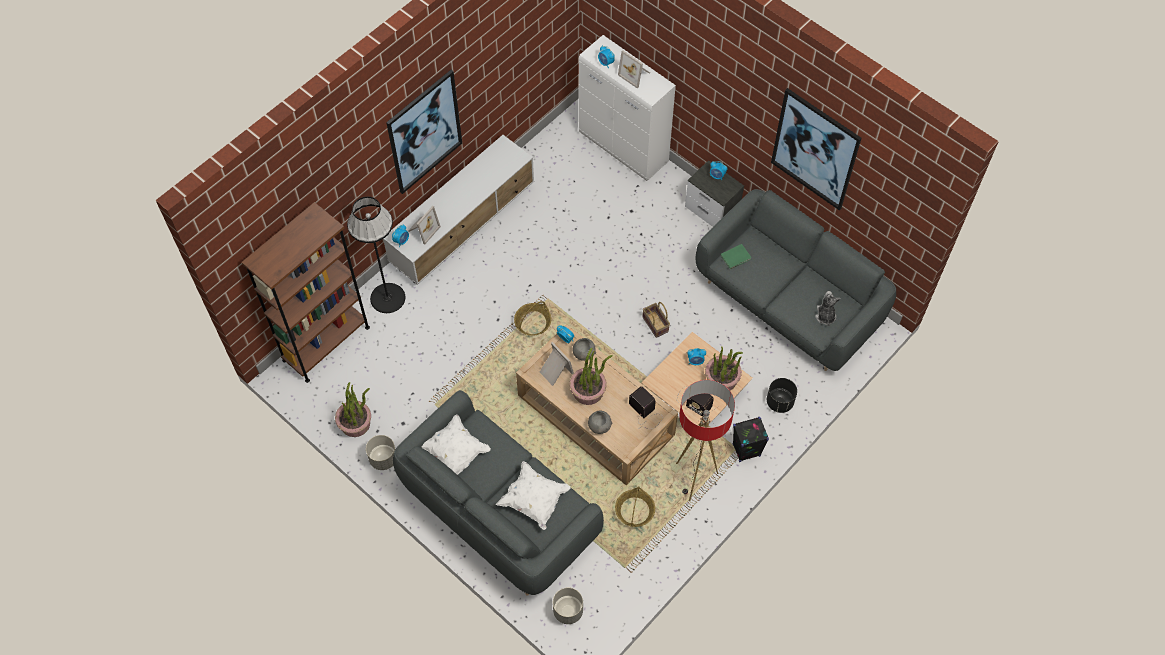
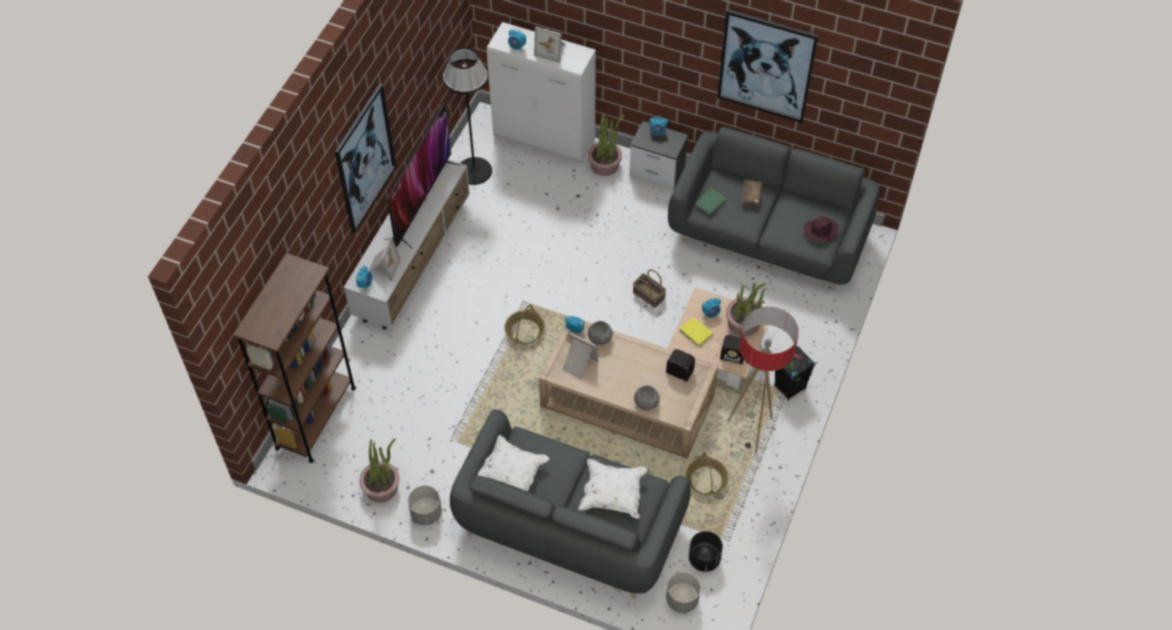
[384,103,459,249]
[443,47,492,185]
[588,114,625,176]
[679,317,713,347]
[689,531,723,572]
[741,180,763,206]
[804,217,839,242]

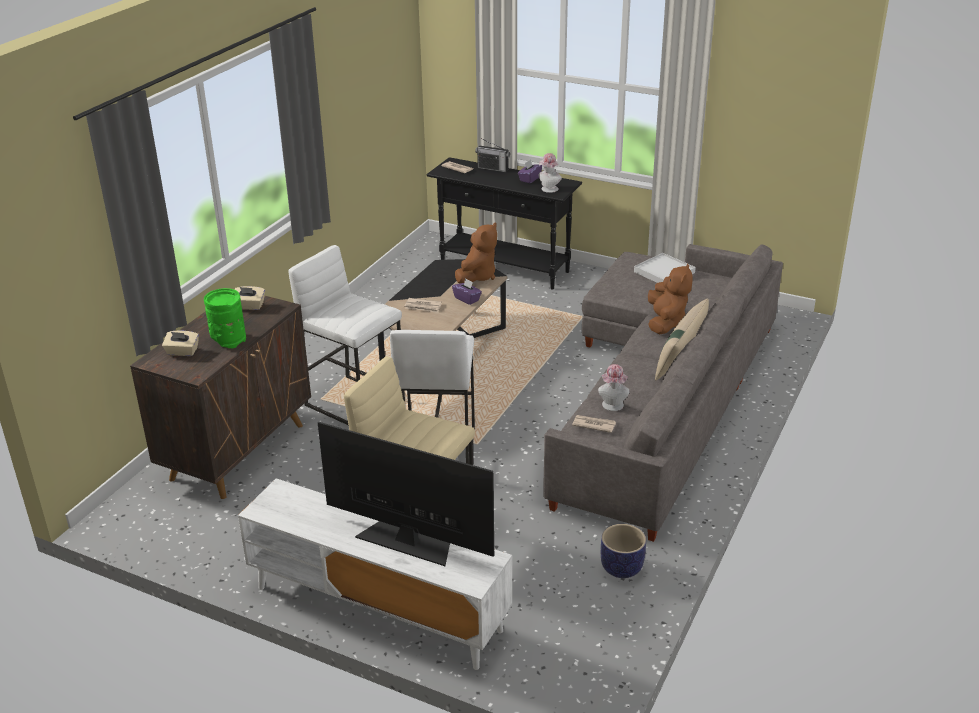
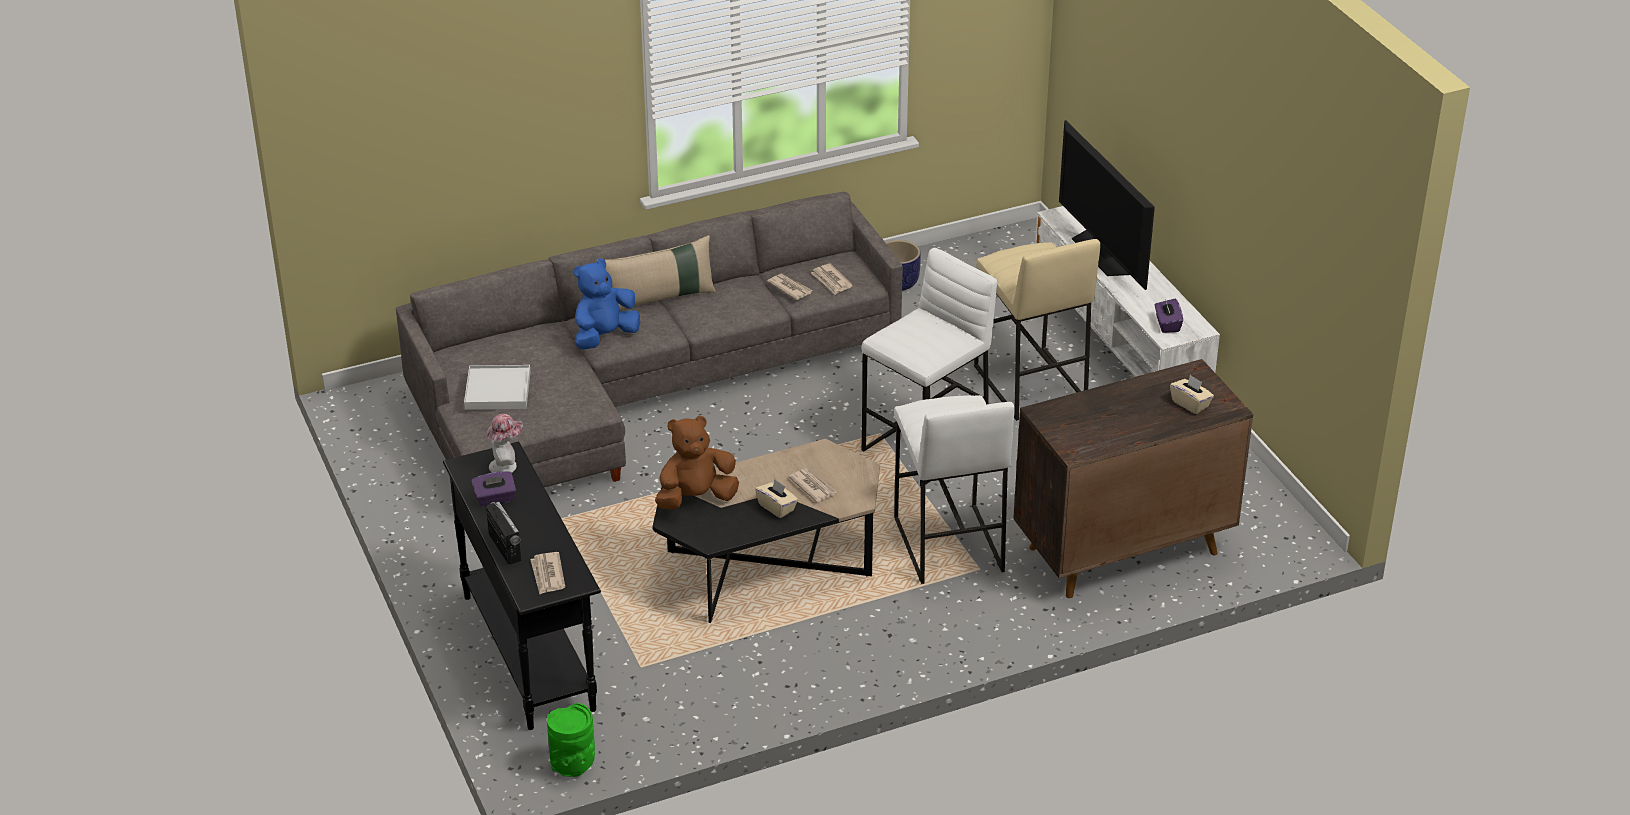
[547,703,595,777]
[574,259,640,350]
[755,479,798,518]
[767,274,813,300]
[1155,299,1183,333]

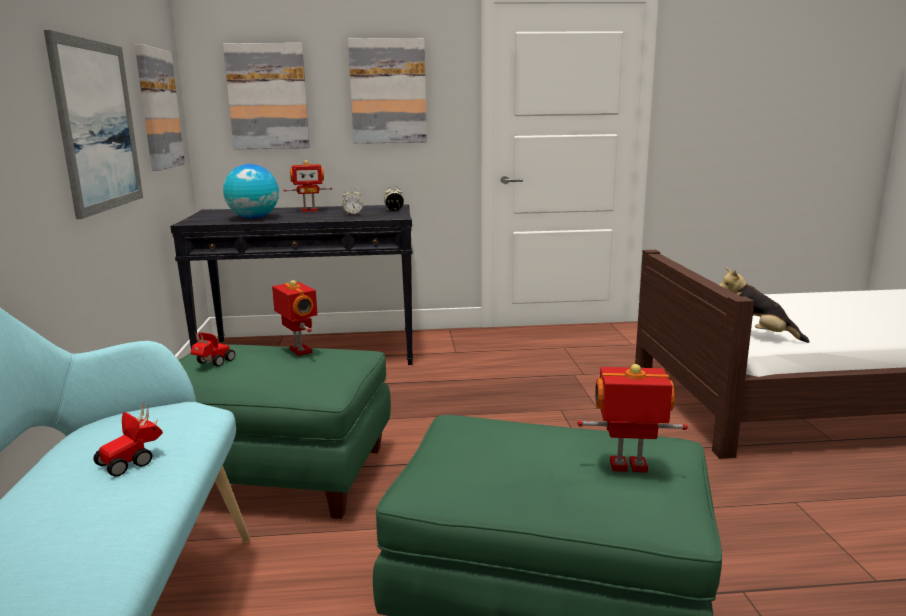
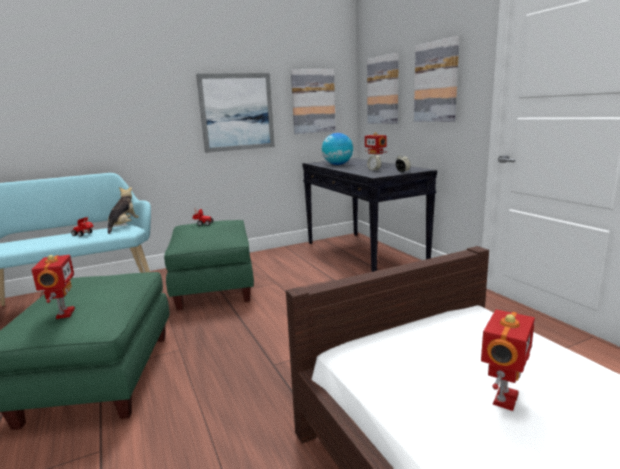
[108,187,139,234]
[481,309,535,411]

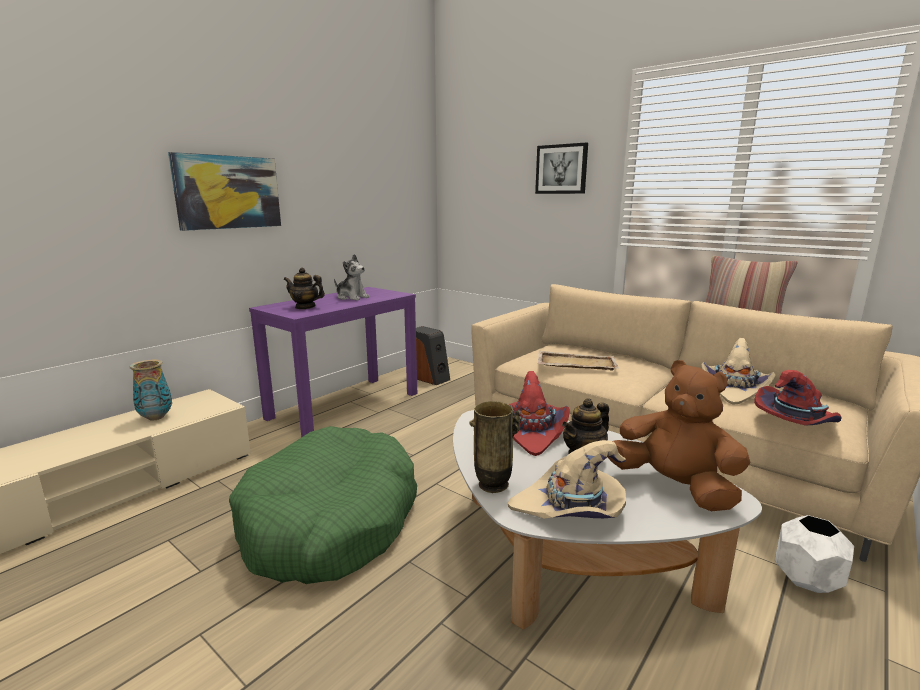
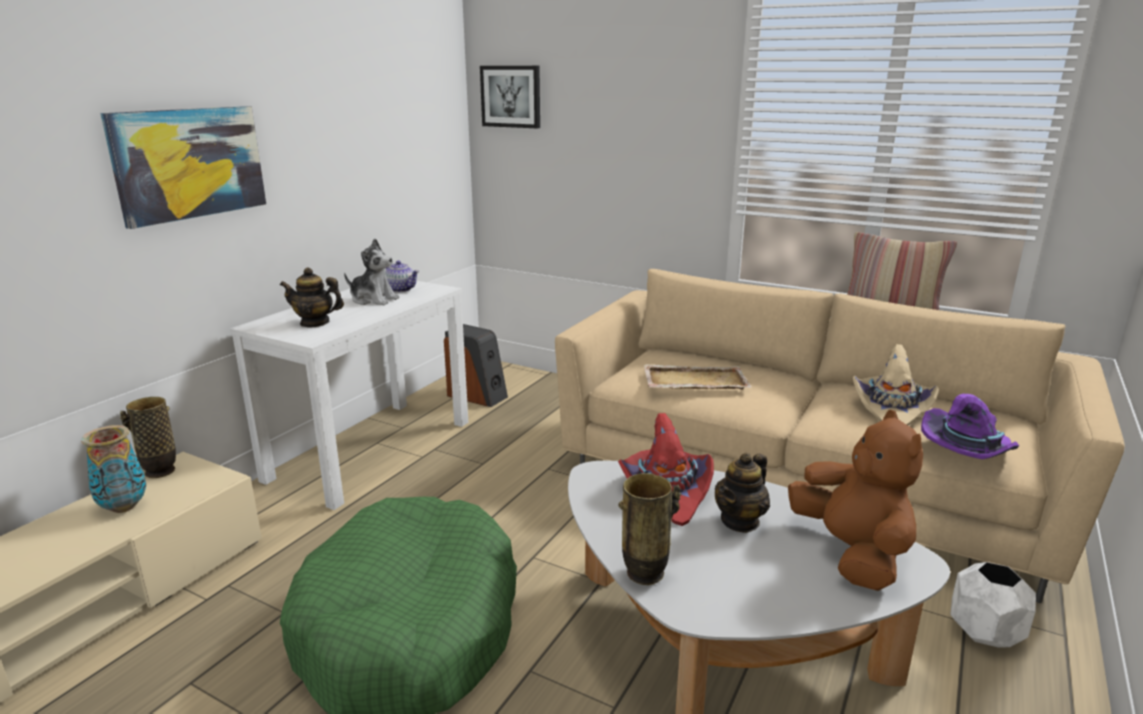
[120,397,176,478]
[230,281,468,510]
[385,261,419,292]
[480,66,540,129]
[788,410,923,591]
[921,394,1019,459]
[508,440,626,519] (first image)

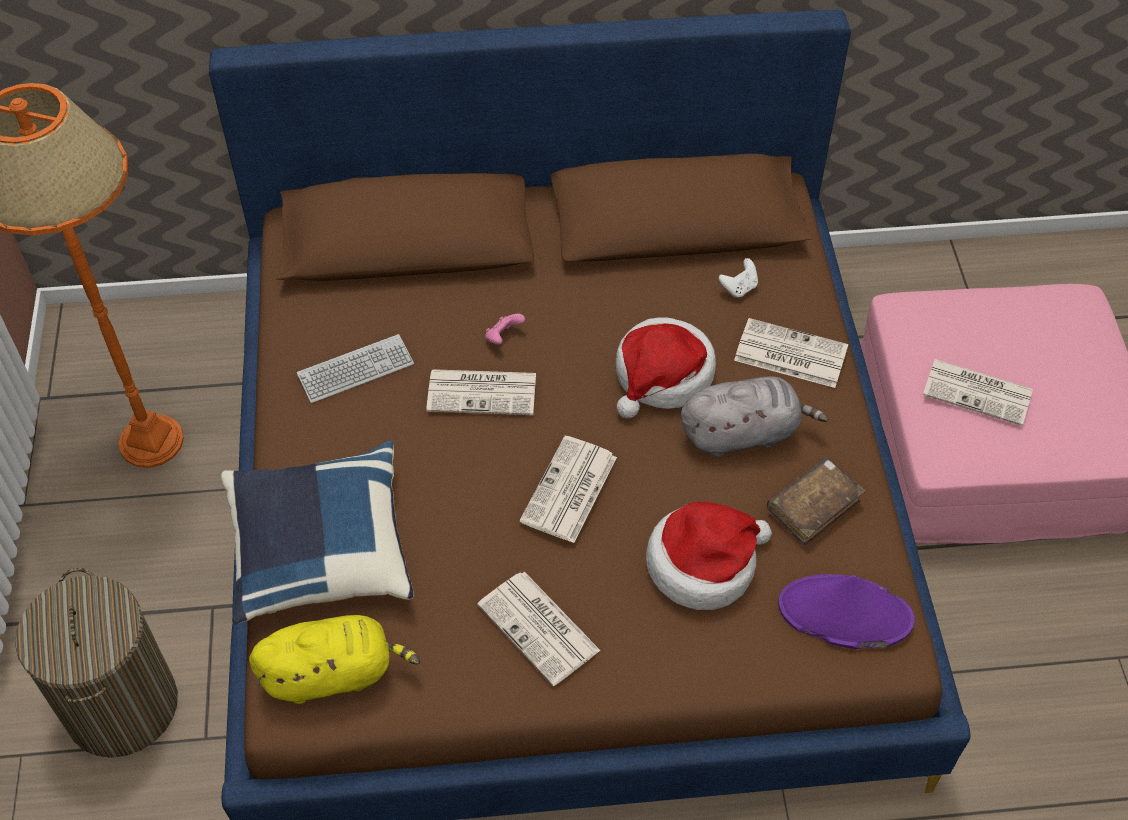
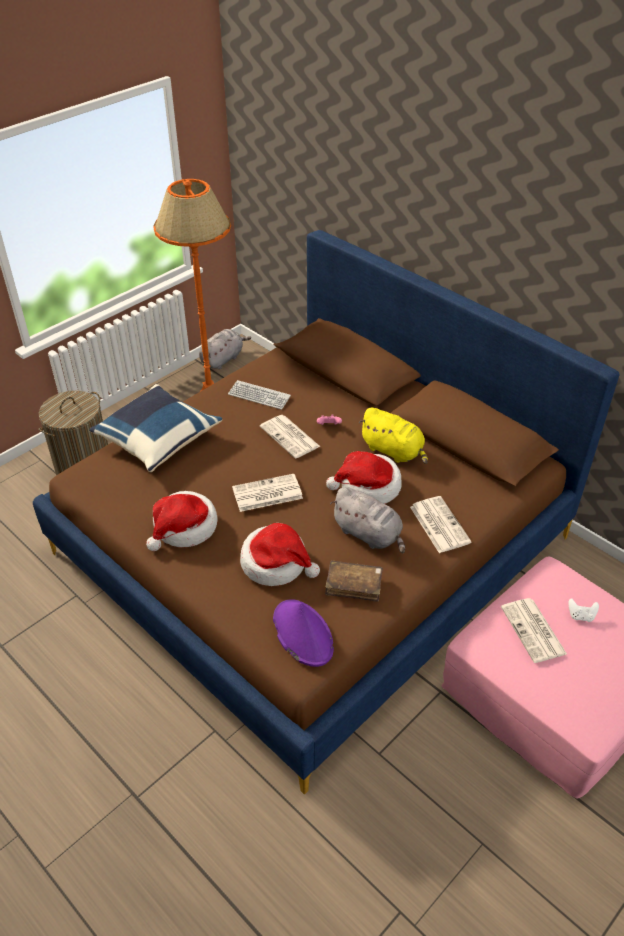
[146,491,218,551]
[199,329,251,369]
[358,407,428,464]
[568,598,599,622]

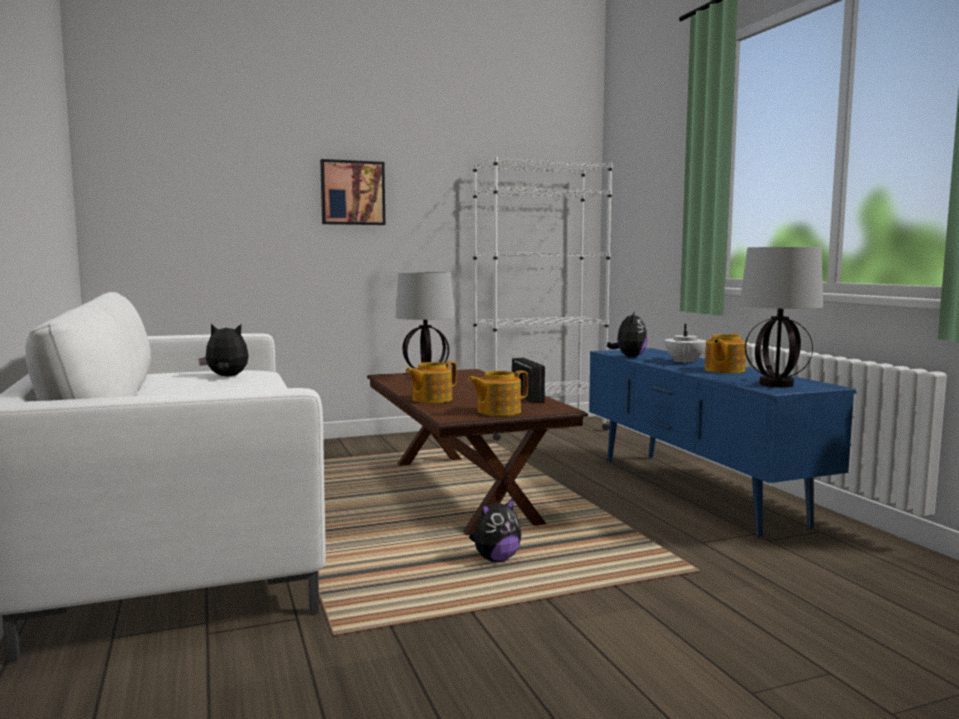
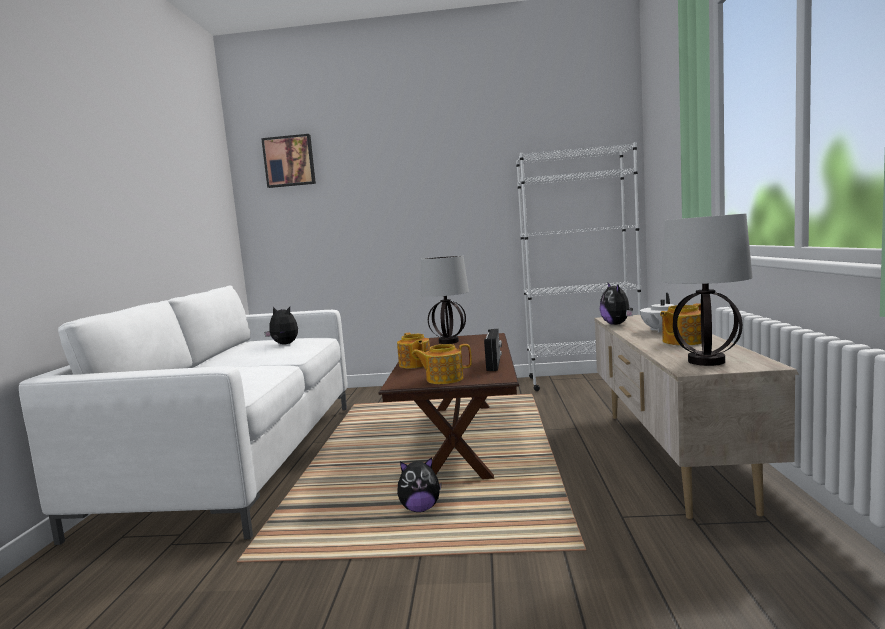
[261,134,316,188]
[397,333,430,369]
[594,315,799,519]
[600,282,633,325]

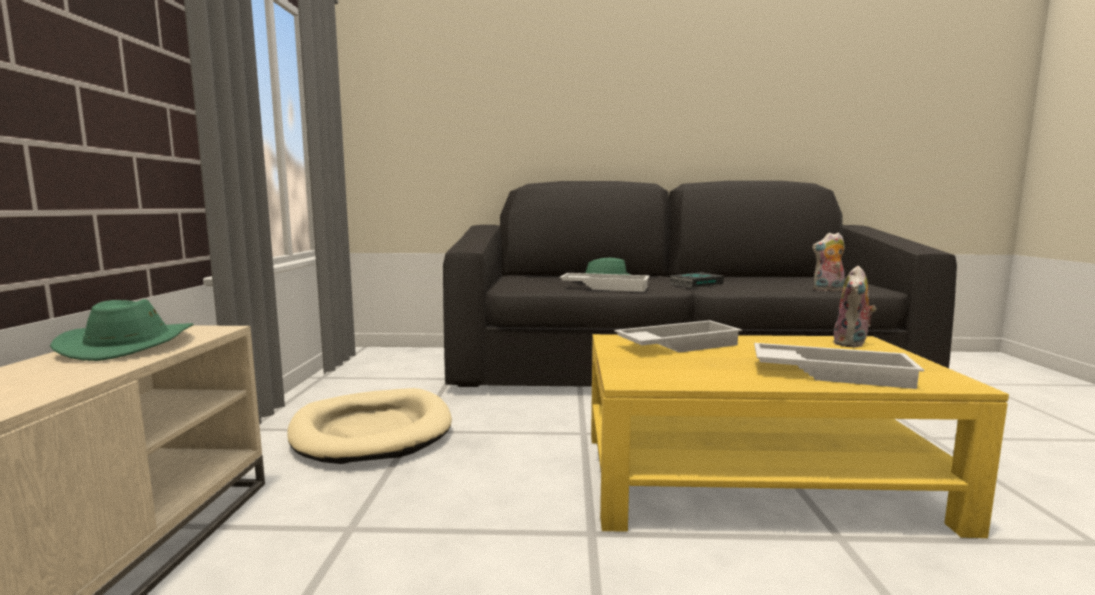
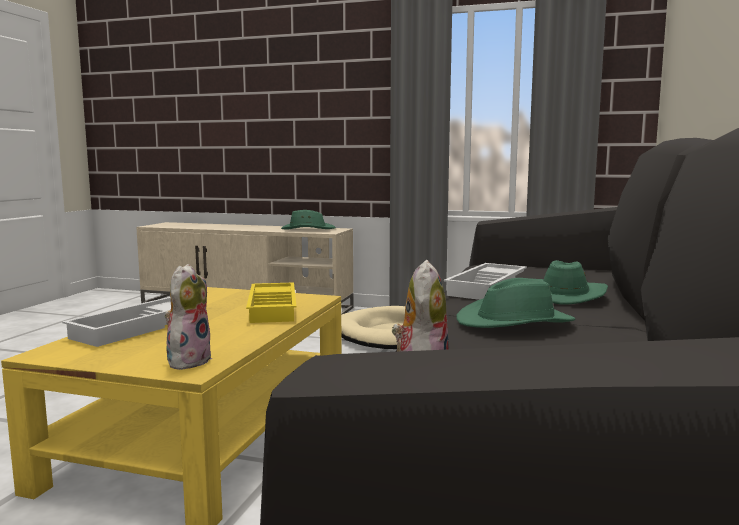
[165,264,213,370]
[246,282,296,323]
[457,278,576,328]

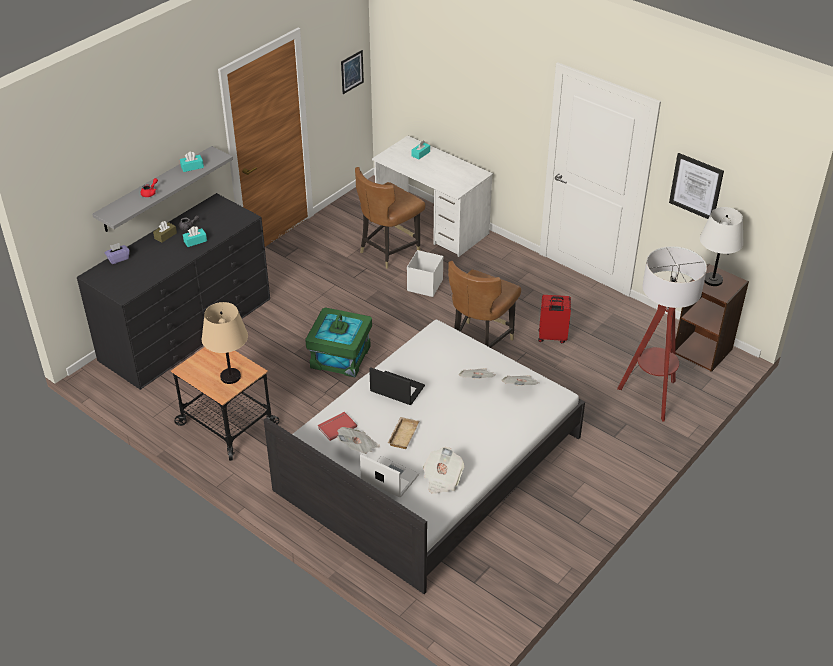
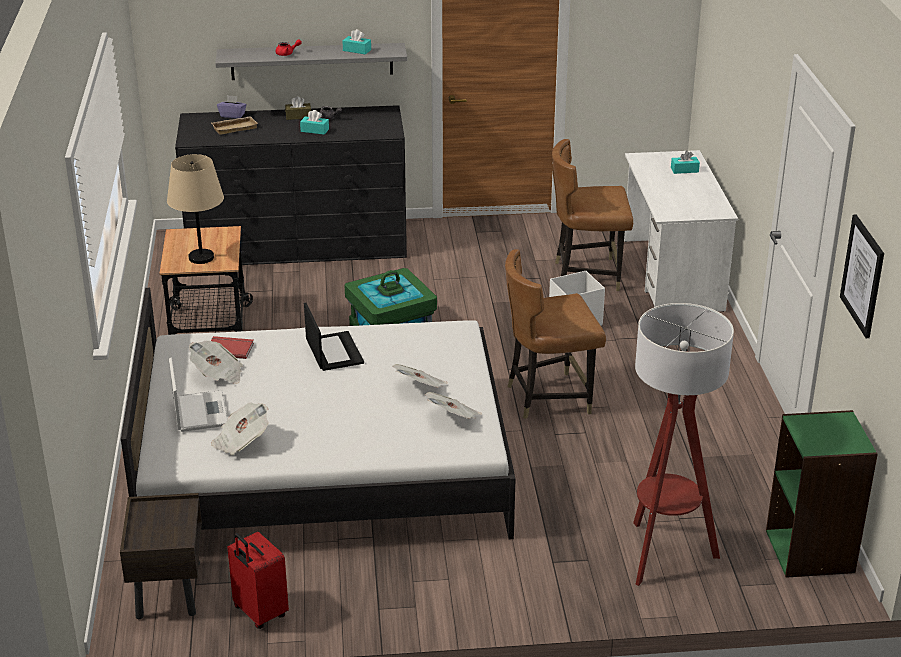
[120,493,202,619]
[211,116,258,135]
[227,532,289,629]
[766,410,878,578]
[341,50,364,94] (first image)
[700,207,744,286] (first image)

